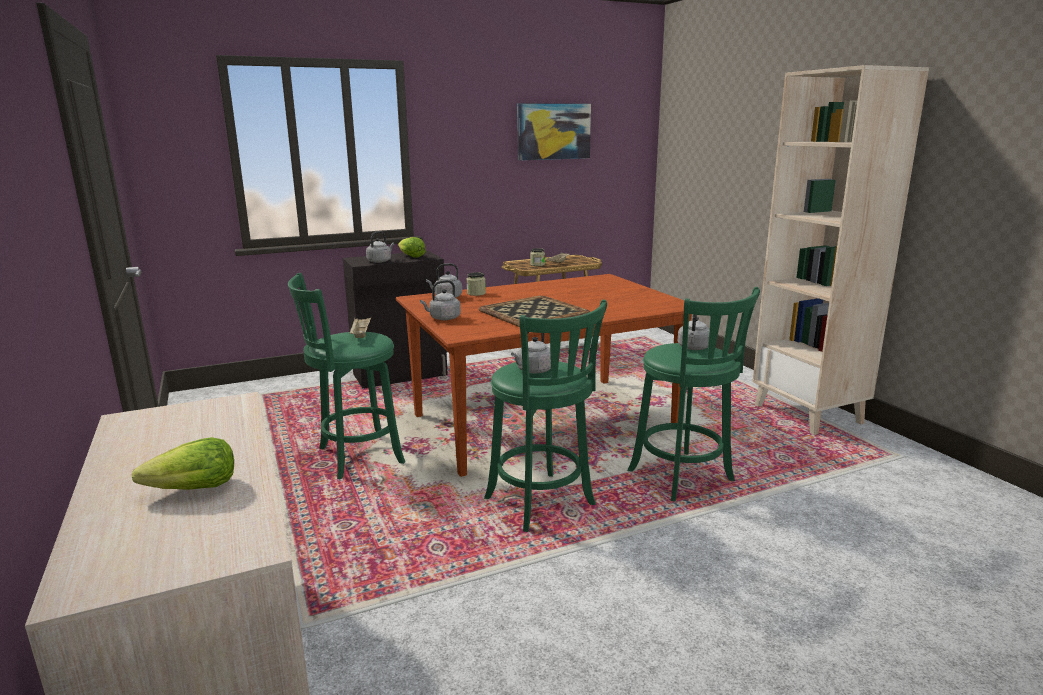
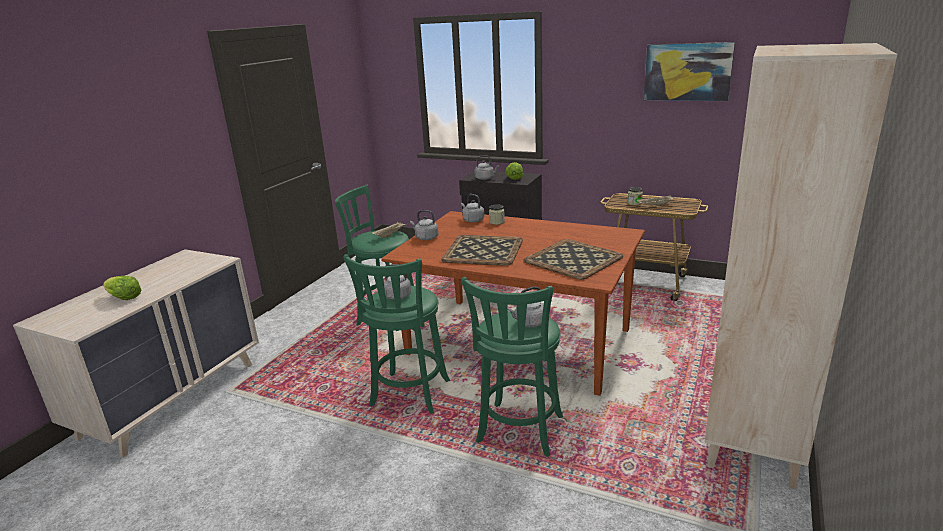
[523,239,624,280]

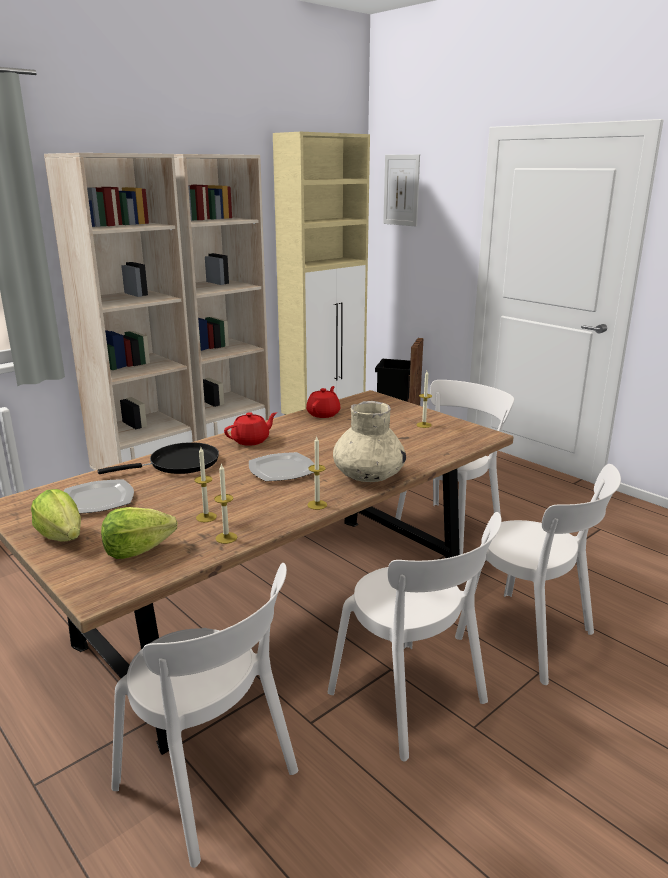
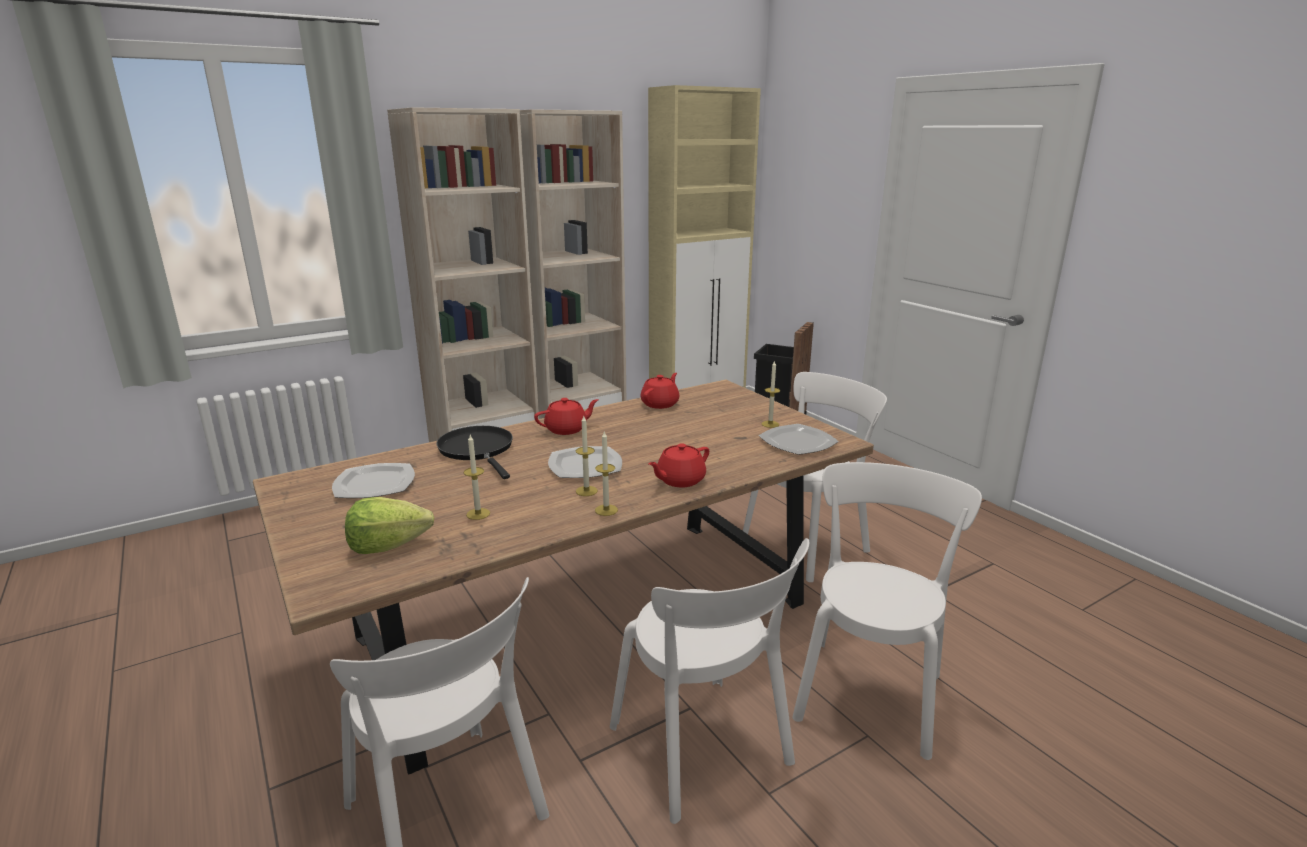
[436,426,513,479]
[576,416,598,496]
[648,443,709,487]
[759,424,839,455]
[793,462,982,760]
[31,489,81,542] (first image)
[383,154,420,226] (first image)

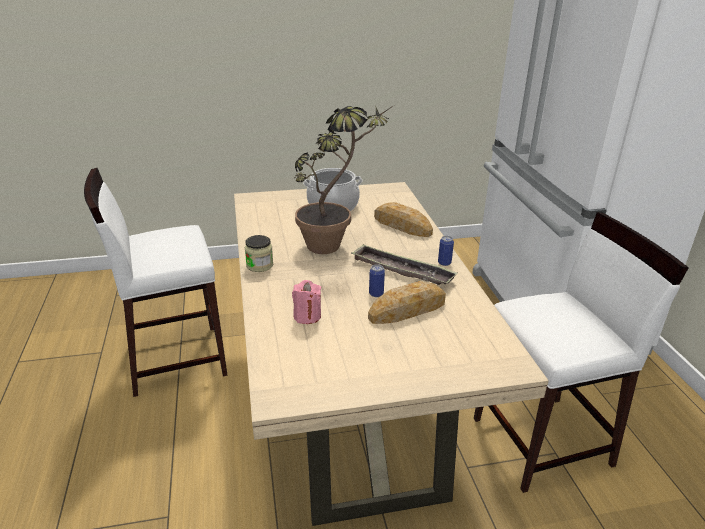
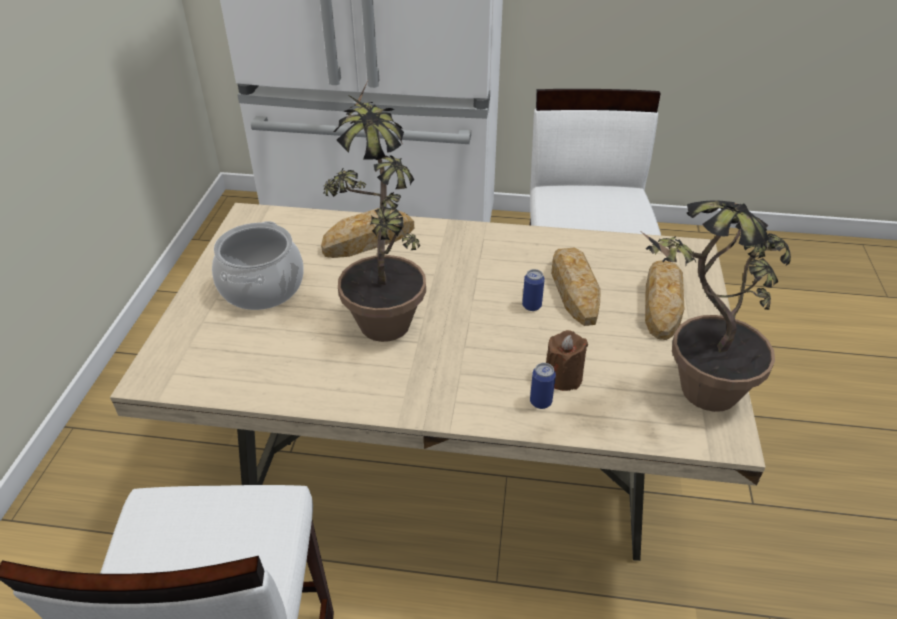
[530,363,556,409]
[546,330,588,391]
[639,201,791,412]
[645,261,684,340]
[245,235,273,272] (first image)
[351,244,458,285] (first image)

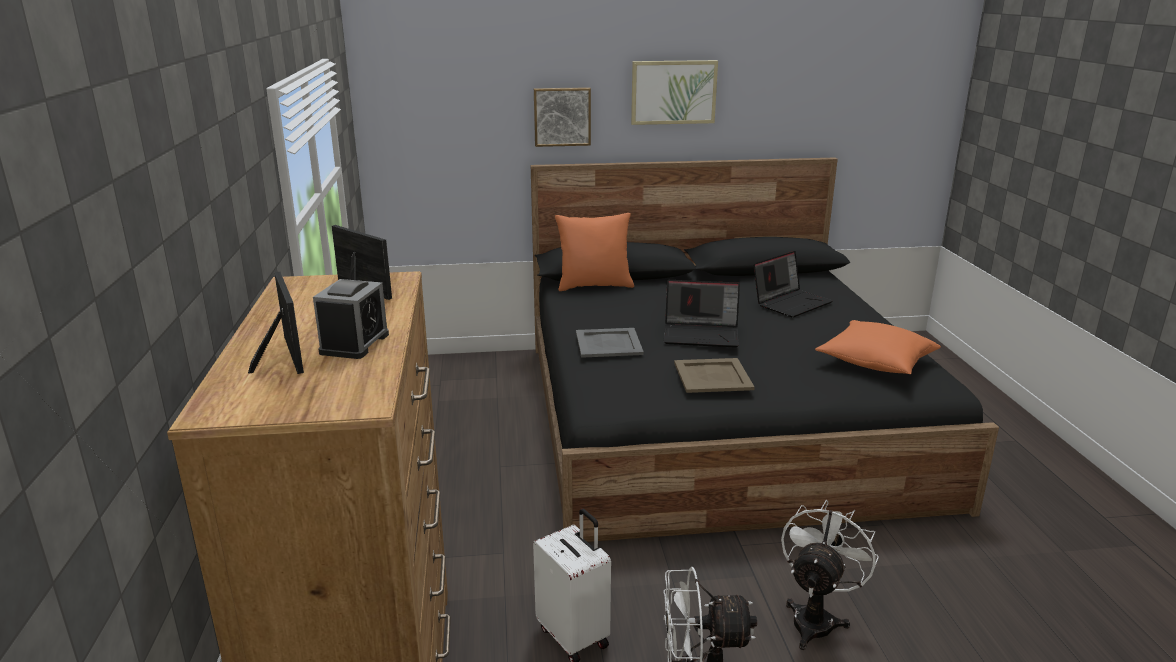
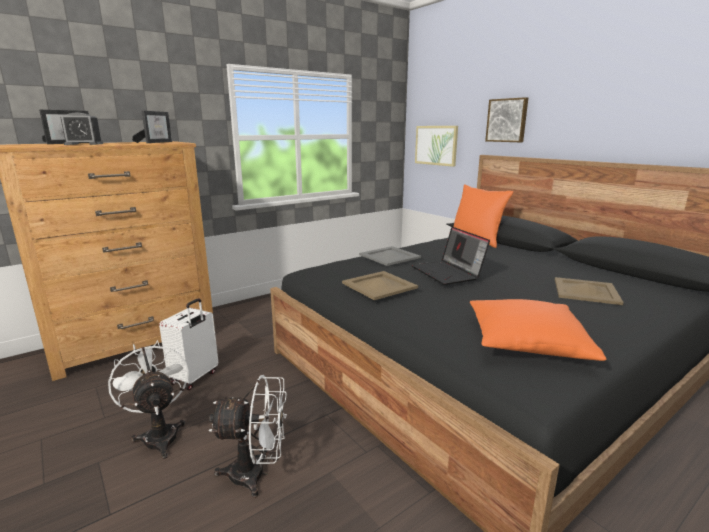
[415,126,458,167]
[555,277,624,305]

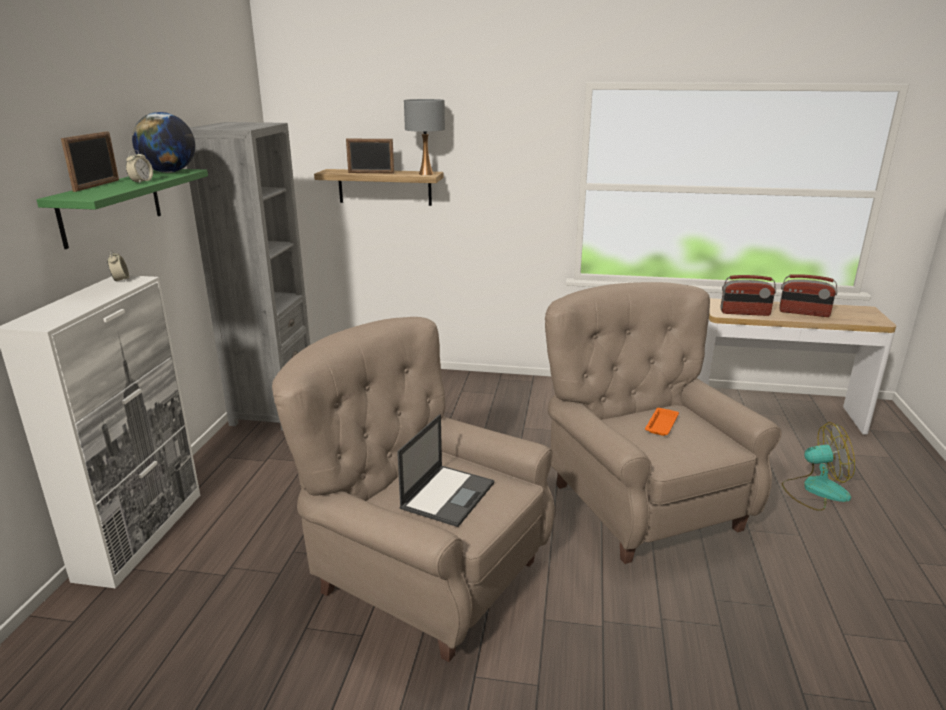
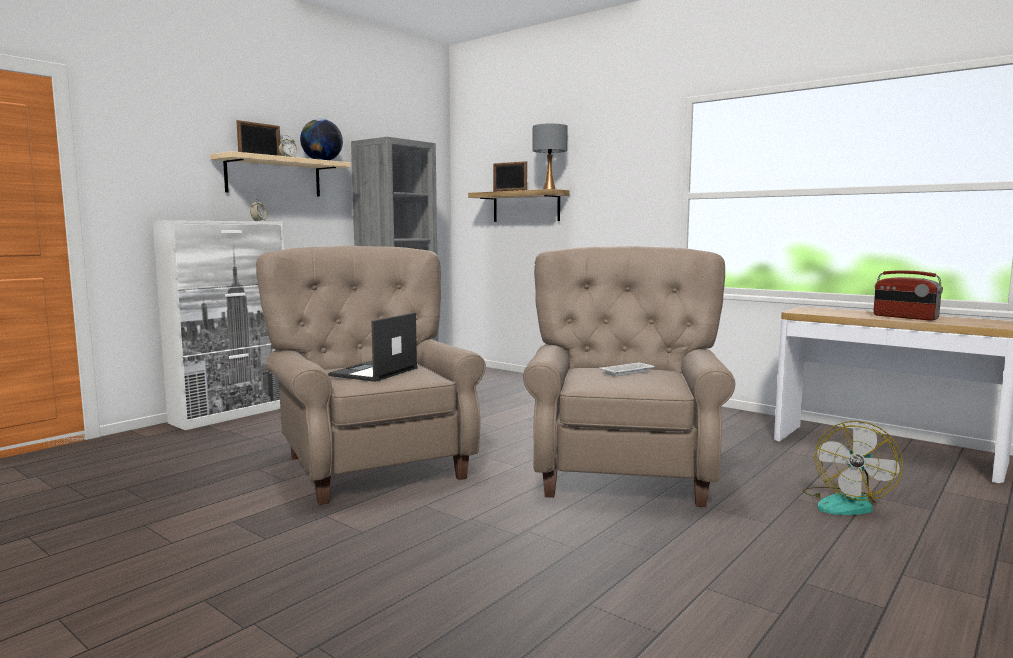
[210,151,351,196]
[328,312,418,382]
[600,363,655,376]
[802,421,903,515]
[721,275,776,316] (first image)

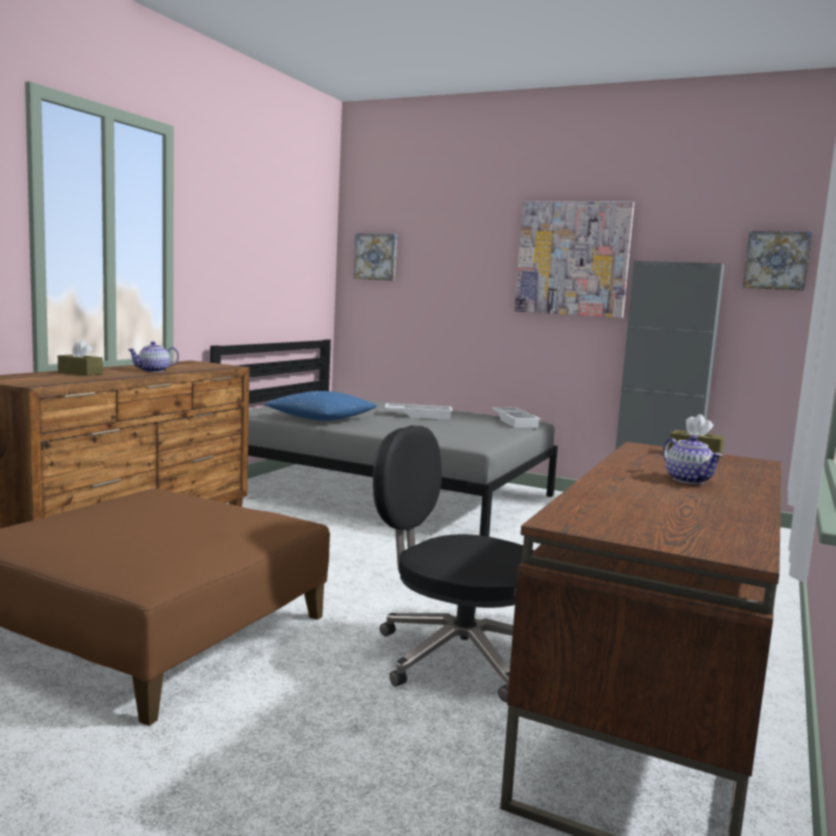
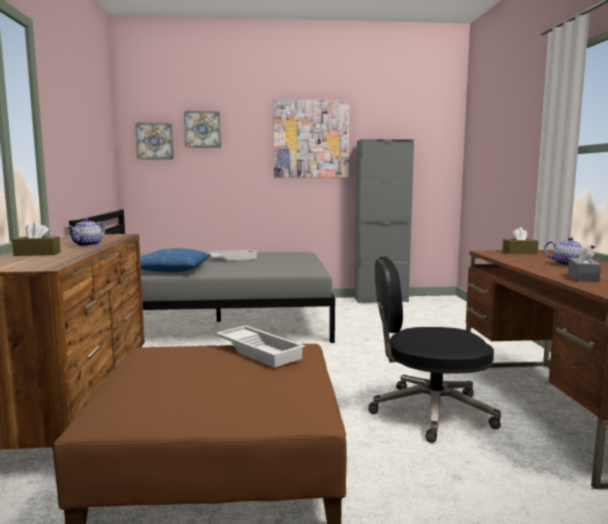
[184,111,221,148]
[215,325,305,368]
[568,245,601,282]

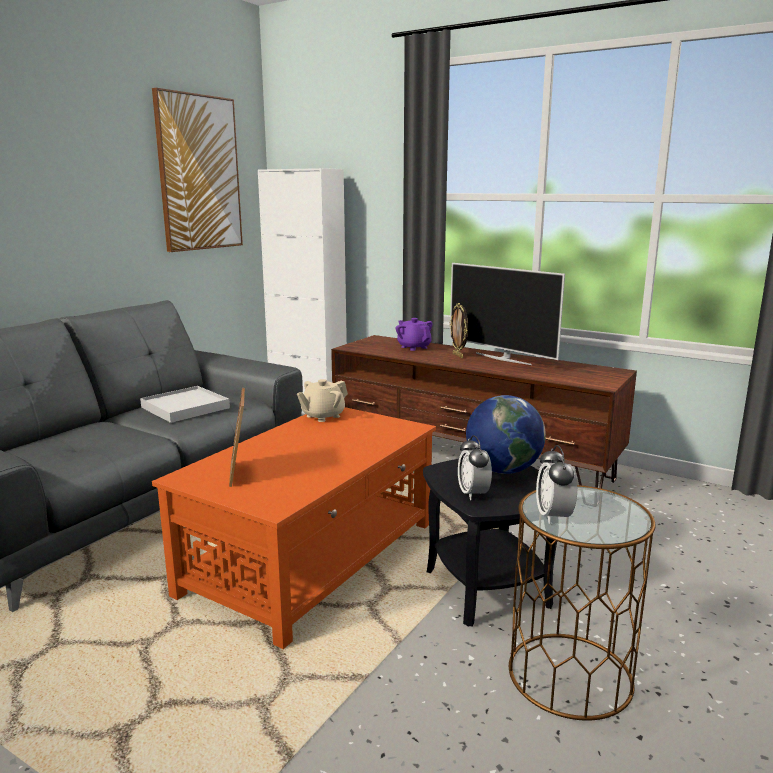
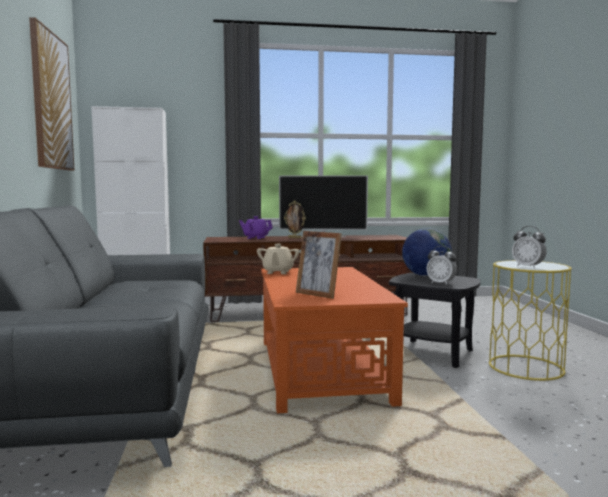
[489,260,572,381]
[140,386,230,423] (first image)

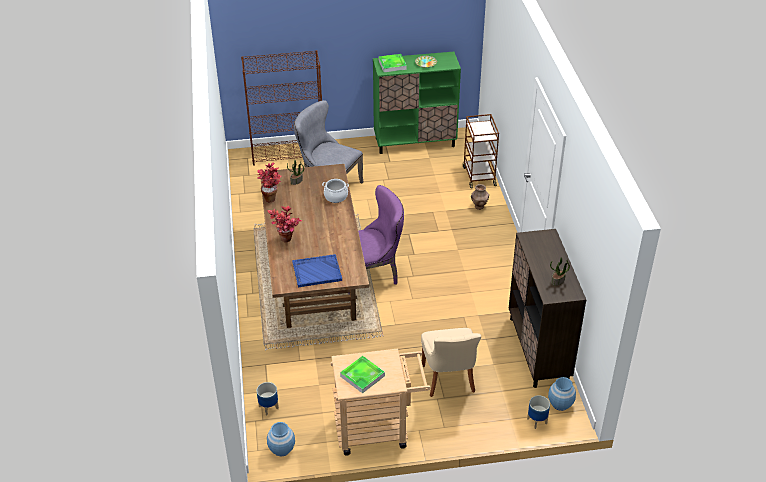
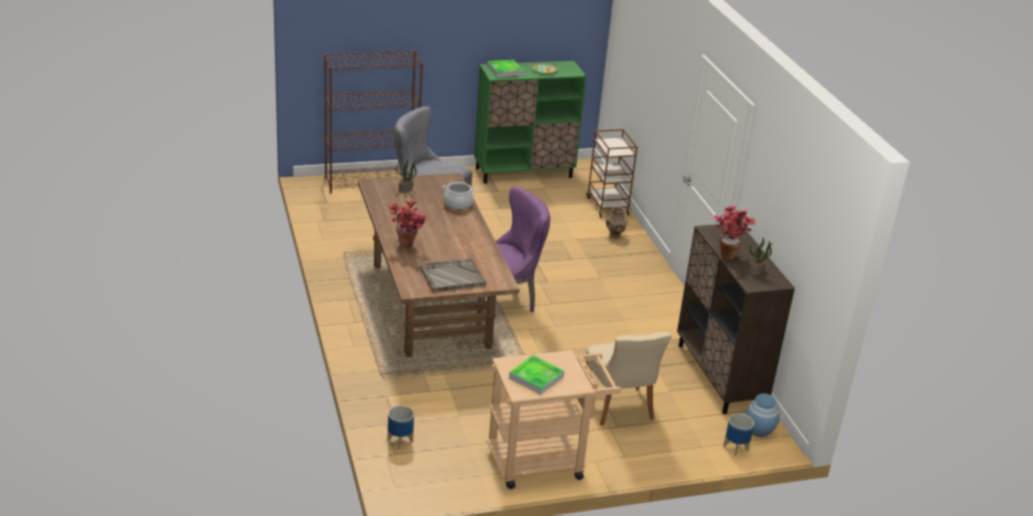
[420,259,486,292]
[714,205,756,260]
[267,422,295,457] (first image)

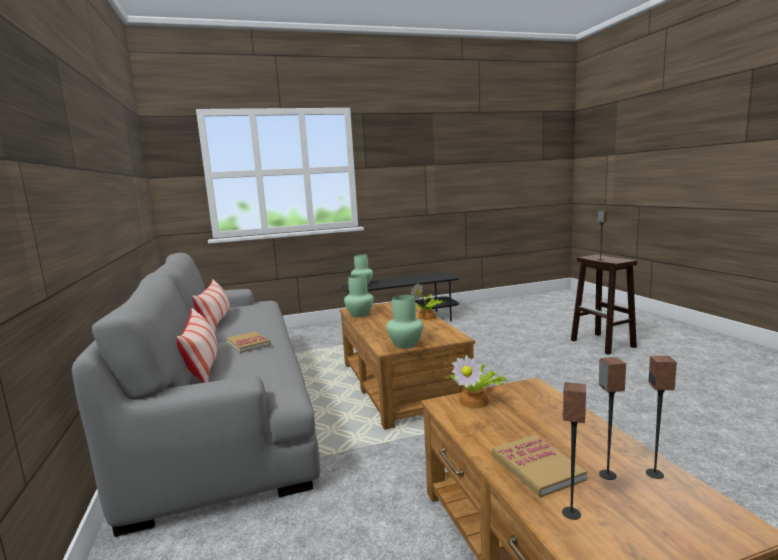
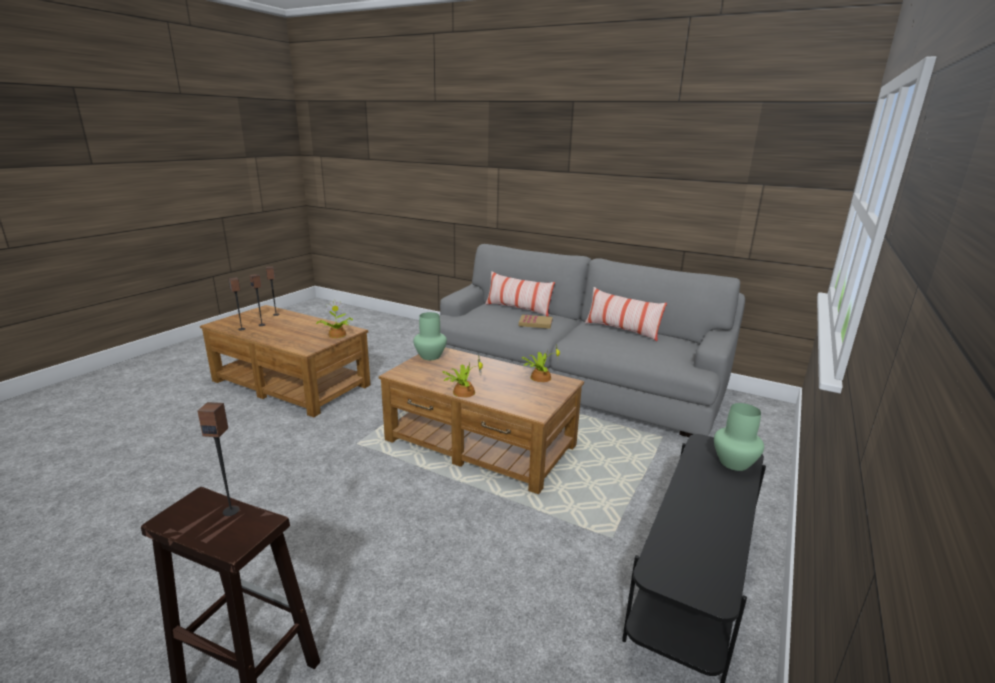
[521,345,560,382]
[492,435,587,498] (first image)

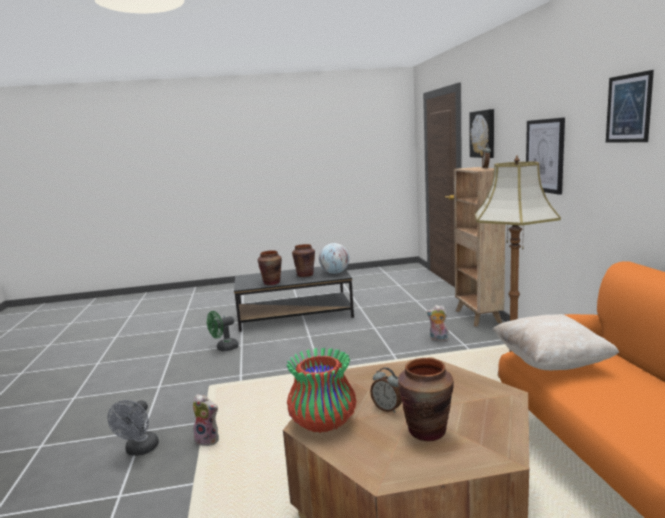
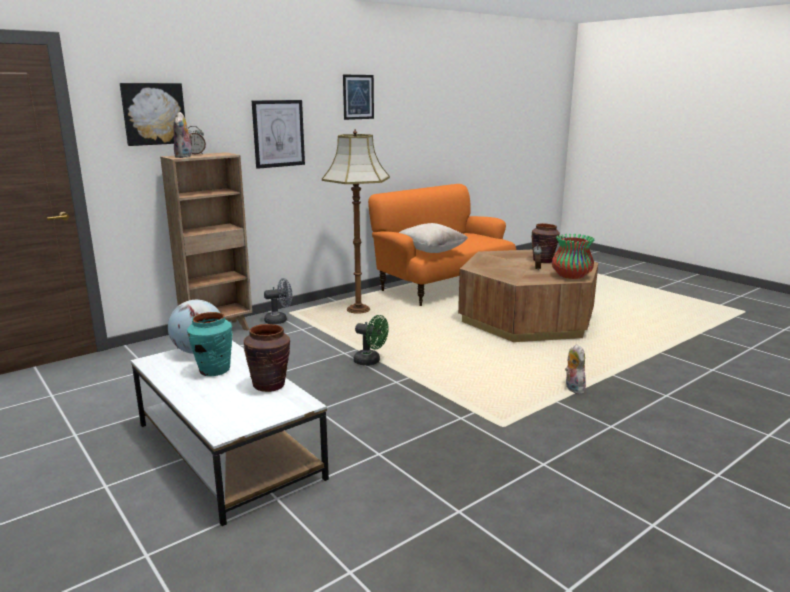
[131,341,329,526]
[174,112,193,158]
[187,312,233,376]
[264,278,292,324]
[354,315,389,366]

